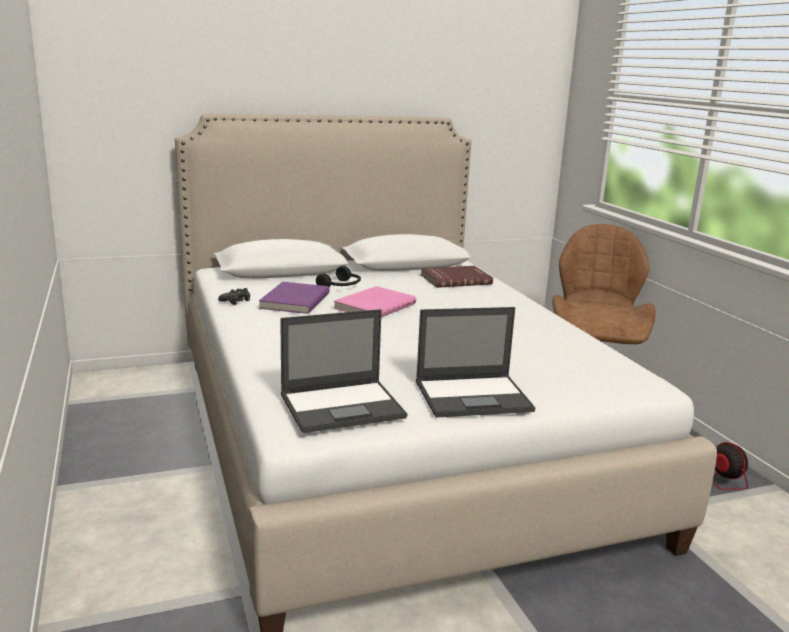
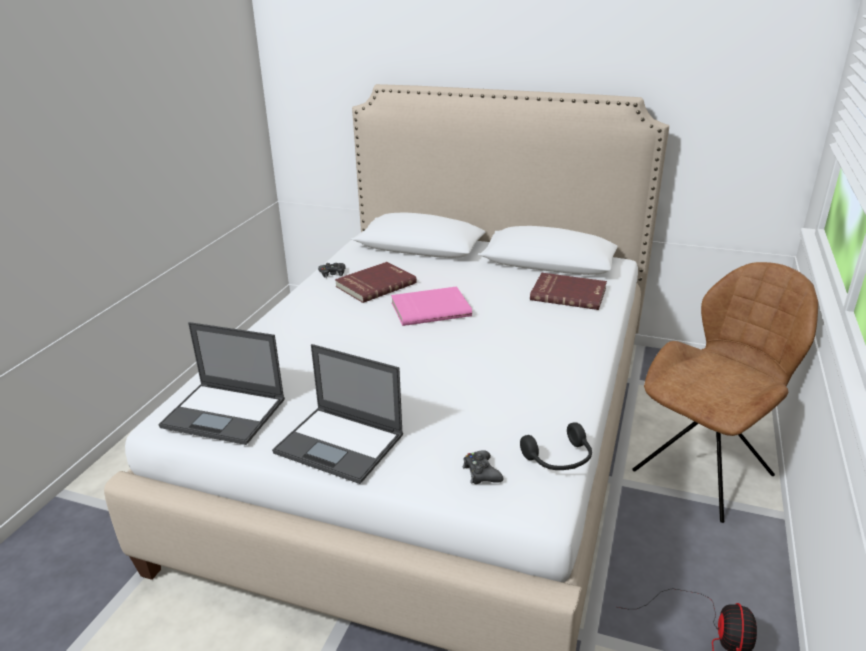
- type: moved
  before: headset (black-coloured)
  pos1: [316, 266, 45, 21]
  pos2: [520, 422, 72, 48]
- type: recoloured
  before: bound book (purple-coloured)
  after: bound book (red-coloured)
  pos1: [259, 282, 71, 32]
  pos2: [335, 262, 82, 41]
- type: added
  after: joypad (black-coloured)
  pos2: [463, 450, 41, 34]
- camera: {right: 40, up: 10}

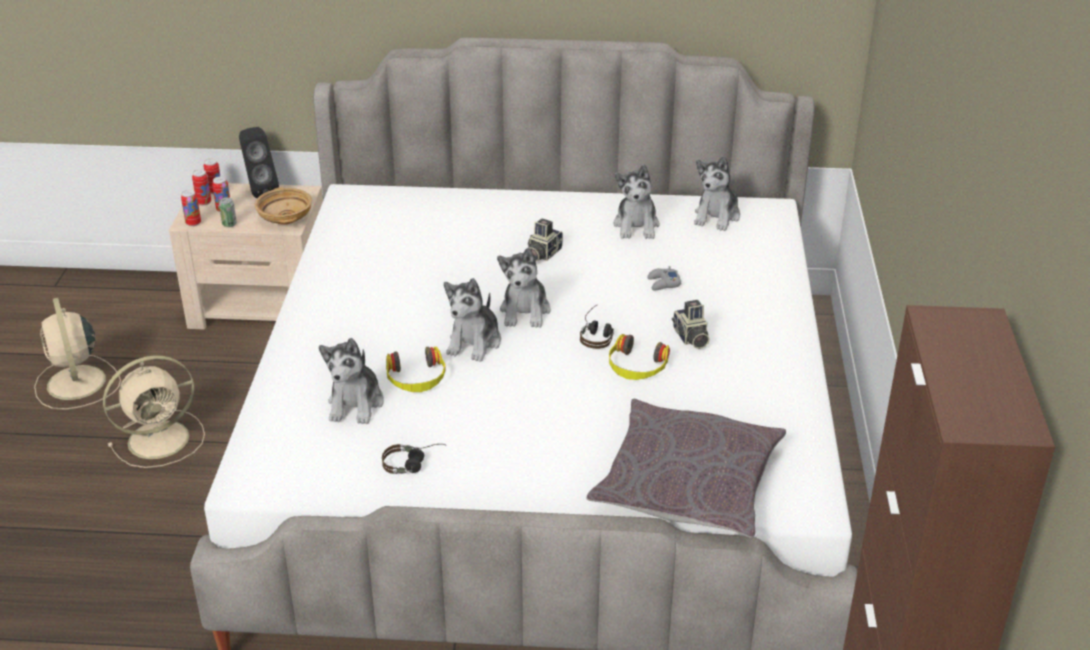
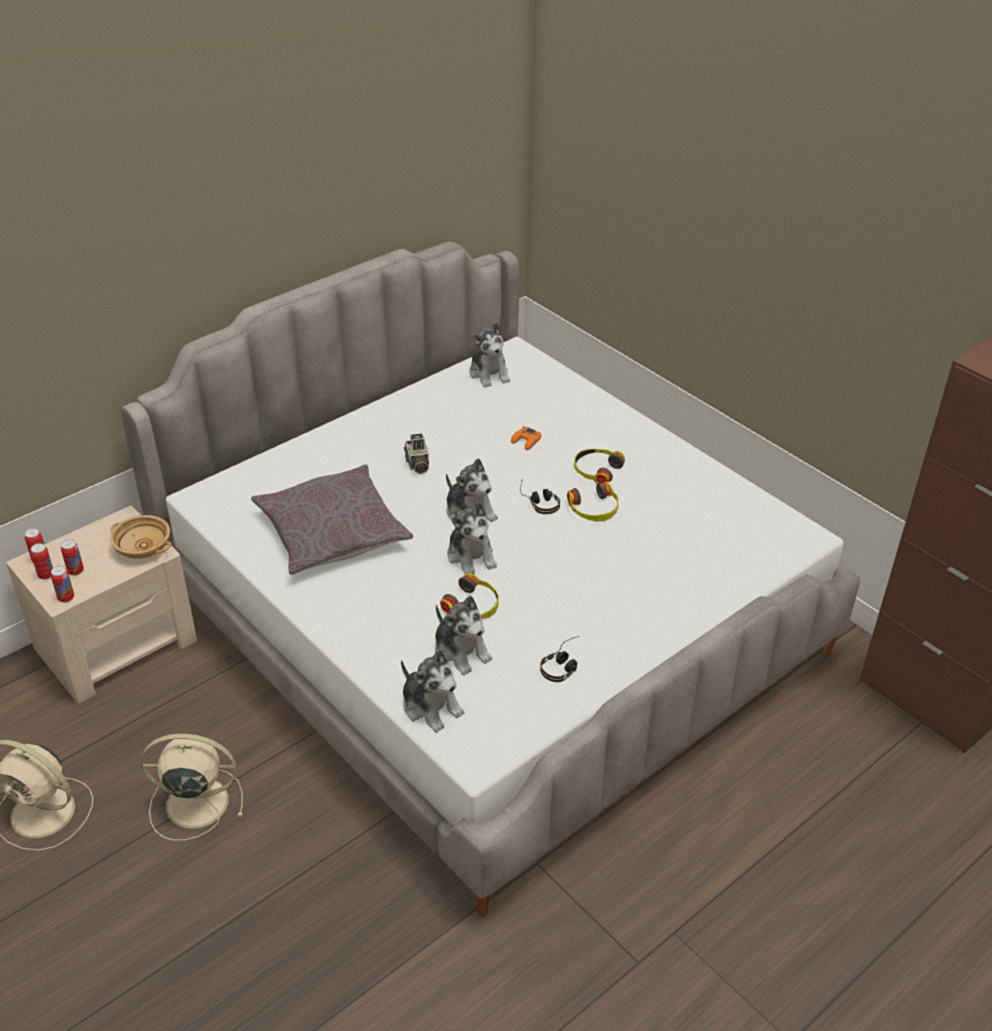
- type: removed
  before: audio speaker (black-coloured)
  pos1: [239, 127, 40, 71]
- type: moved
  before: plush toy
  pos1: [613, 165, 47, 74]
  pos2: [401, 650, 64, 83]
- type: removed
  before: can
  pos1: [219, 197, 18, 30]
- type: recoloured
  before: joypad (greyish)
  after: joypad (orangey)
  pos1: [647, 266, 35, 25]
  pos2: [511, 426, 31, 24]
- type: replaced
  before: still camera
  after: headset
  pos1: [672, 300, 38, 49]
  pos2: [574, 449, 51, 34]
- type: turned
  before: fan (beige)
  pos1: [103, 356, 102, 112]
  pos2: [141, 733, 102, 108]
  turn: -105
- type: moved
  before: pillow (greyish)
  pos1: [587, 399, 199, 139]
  pos2: [251, 464, 162, 111]
- camera: {right: -45, up: 5}

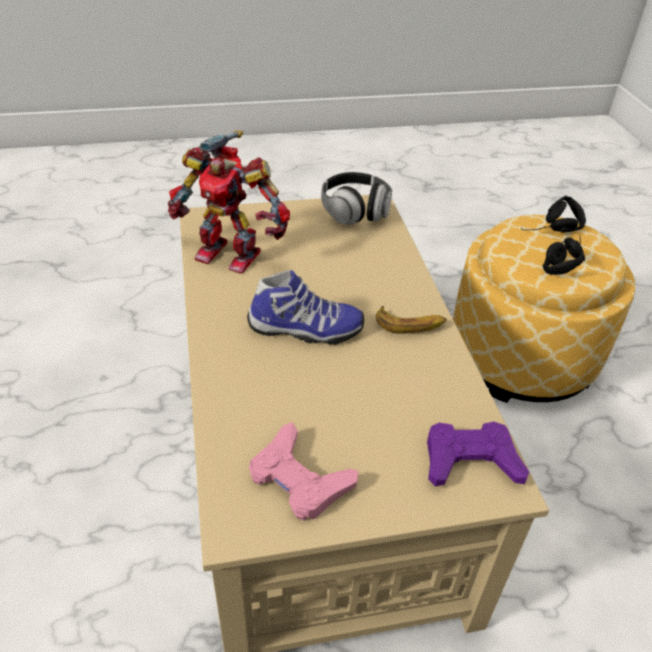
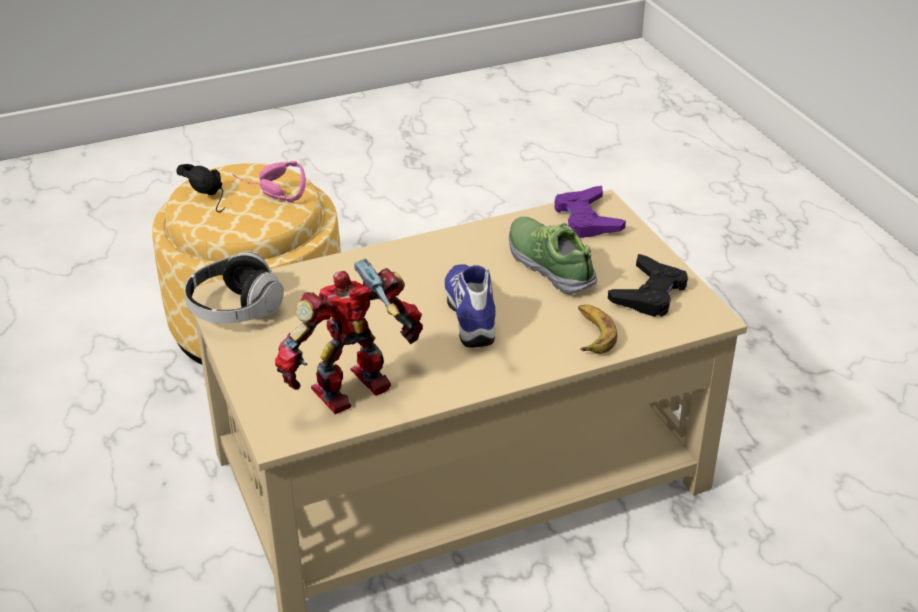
- type: turned
  before: robot figure
  pos1: [168, 130, 122, 144]
  pos2: [275, 258, 148, 156]
  turn: -135
- type: recoloured
  before: headset (black-coloured)
  after: headset (pinkish)
  pos1: [543, 235, 42, 40]
  pos2: [232, 161, 74, 42]
- type: moved
  before: banana fruit
  pos1: [376, 306, 71, 28]
  pos2: [578, 305, 39, 49]
- type: recoloured
  before: joypad (pinkish)
  after: joypad (black-coloured)
  pos1: [249, 422, 109, 99]
  pos2: [608, 254, 80, 63]
- type: added
  after: item of footwear
  pos2: [509, 217, 89, 78]
- camera: {right: -100, up: -5}

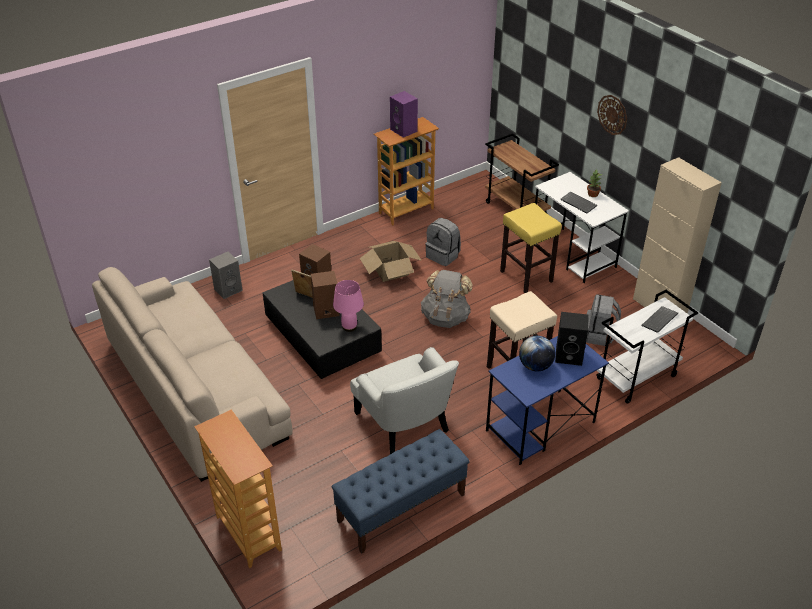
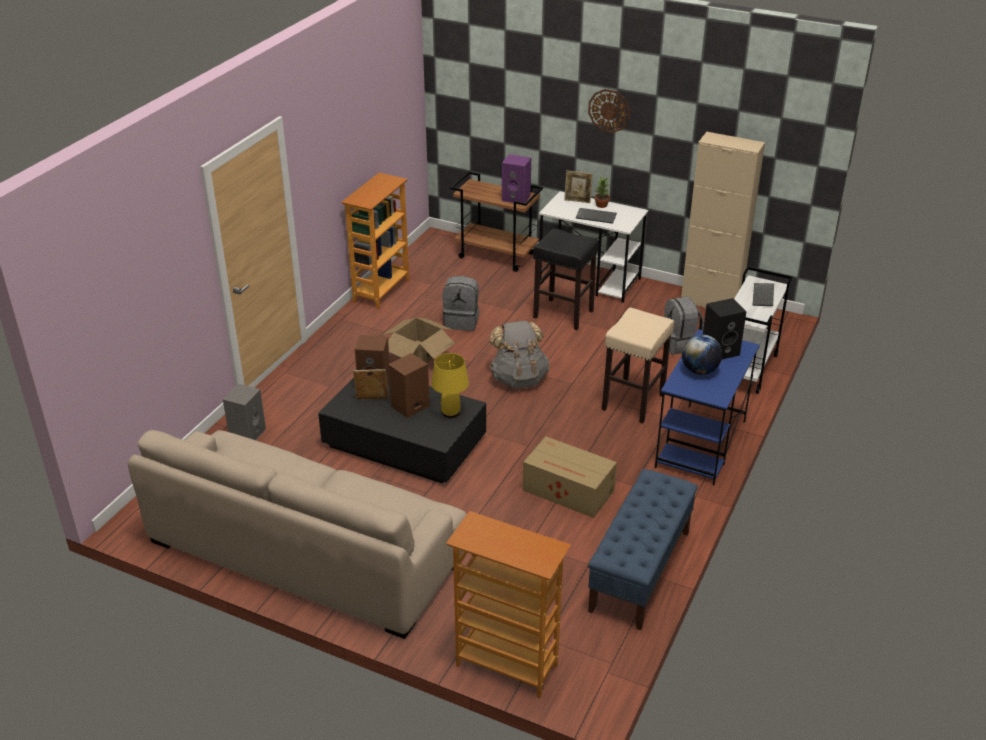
- type: moved
  before: audio speaker (purple-coloured)
  pos1: [390, 91, 28, 47]
  pos2: [502, 154, 29, 49]
- type: recoloured
  before: sitting stool (yellowish)
  after: sitting stool (black-coloured)
  pos1: [500, 203, 62, 90]
  pos2: [533, 228, 66, 102]
- type: recoloured
  before: tabletop lamp (pinkish)
  after: tabletop lamp (yellowish)
  pos1: [333, 280, 31, 52]
  pos2: [431, 353, 38, 65]
- type: replaced
  before: lounge chair (white)
  after: cardboard box
  pos1: [350, 347, 109, 107]
  pos2: [522, 436, 95, 82]
- type: added
  after: standing frame
  pos2: [564, 170, 29, 33]
- camera: {right: -30, up: -5}

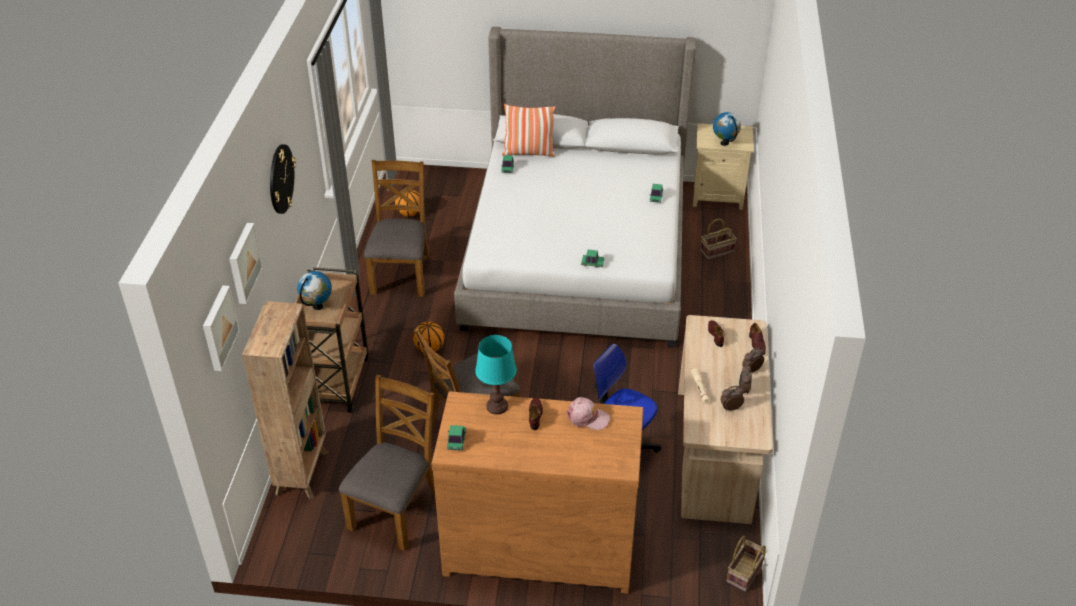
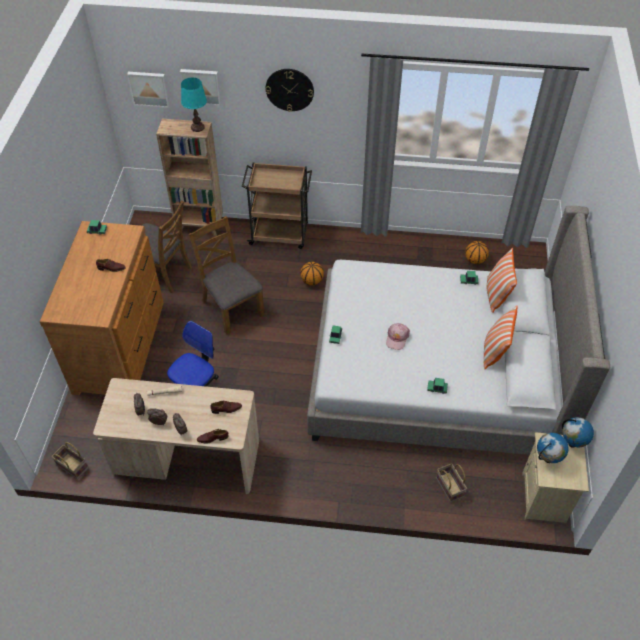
- type: removed
  before: upright chair (brown)
  pos1: [364, 160, 66, 137]
- type: moved
  before: world globe
  pos1: [297, 271, 35, 39]
  pos2: [562, 417, 32, 31]
- type: moved
  before: tabletop lamp (turquoise)
  pos1: [475, 335, 42, 80]
  pos2: [181, 77, 26, 55]
- type: moved
  before: cap (pinkish)
  pos1: [567, 397, 43, 33]
  pos2: [386, 323, 24, 27]
- type: added
  after: pillow
  pos2: [484, 306, 34, 63]
- camera: {right: 90, up: 10}

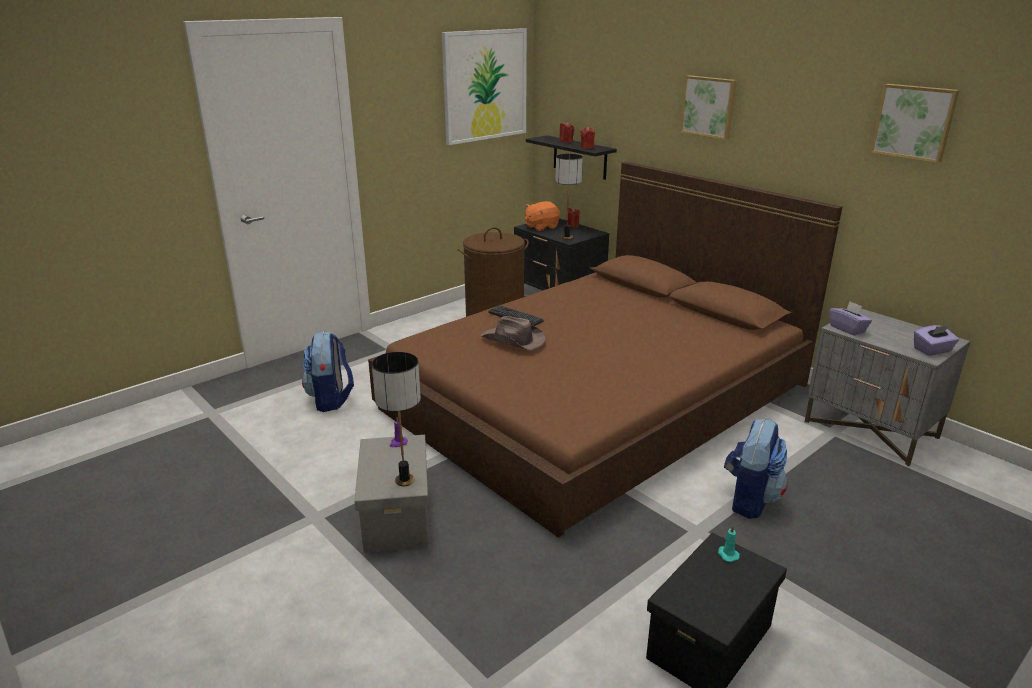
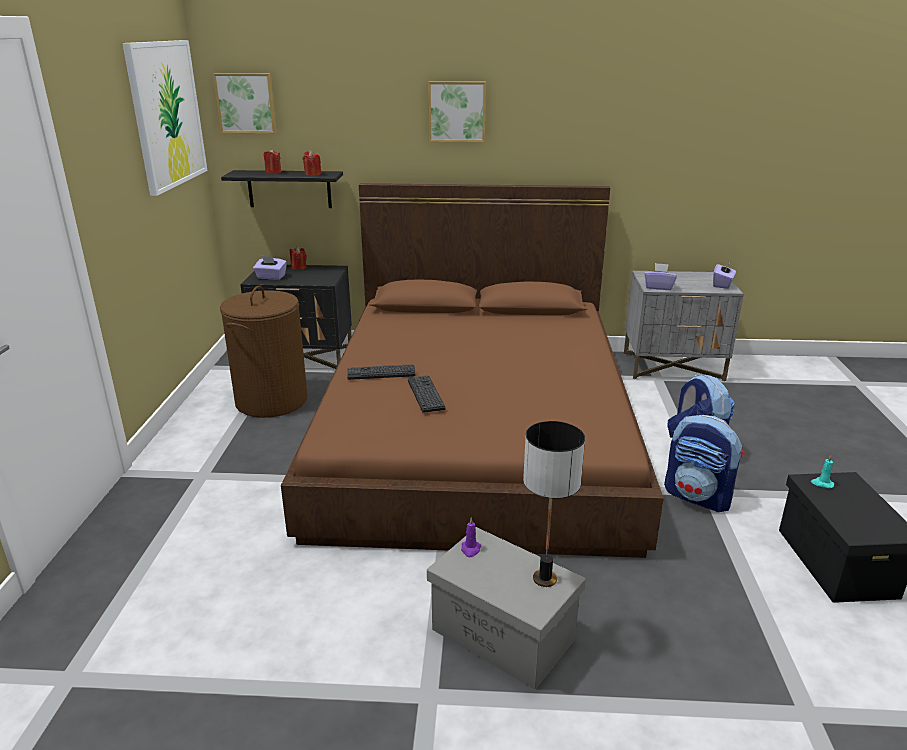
- type: moved
  before: wall picture
  pos1: [870, 84, 89, 79]
  pos2: [213, 73, 64, 60]
- type: removed
  before: tabletop lamp
  pos1: [555, 154, 28, 85]
- type: replaced
  before: plush toy (orangey)
  after: box of tissues (purple-coloured)
  pos1: [525, 201, 35, 30]
  pos2: [253, 256, 34, 24]
- type: replaced
  before: wearable hat (brown)
  after: keyboard
  pos1: [481, 316, 65, 34]
  pos2: [408, 375, 37, 38]
- type: moved
  before: knapsack
  pos1: [302, 331, 52, 81]
  pos2: [664, 415, 81, 97]
- camera: {right: -45, up: 0}

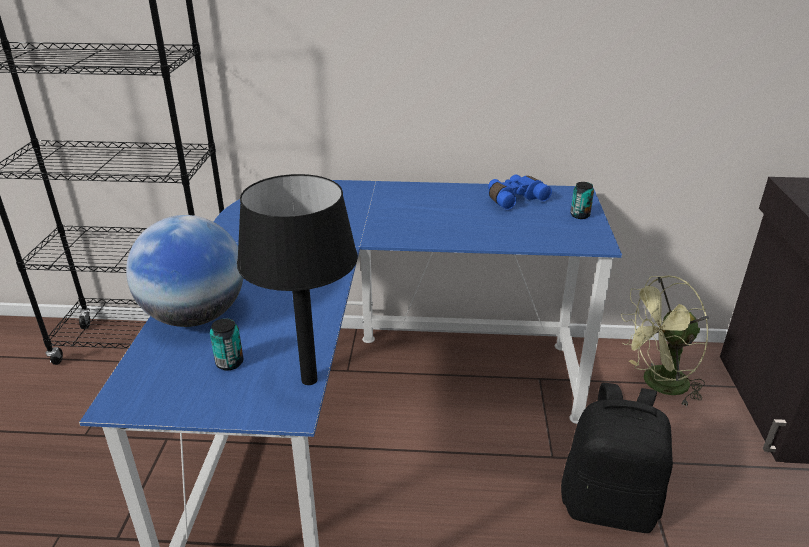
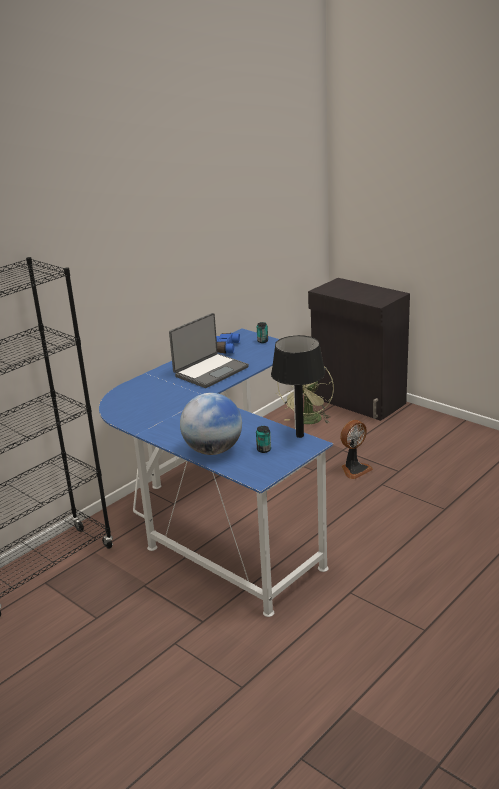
- type: replaced
  before: knapsack (black-coloured)
  after: fan
  pos1: [561, 383, 112, 150]
  pos2: [340, 420, 33, 59]
- type: added
  after: notebook computer
  pos2: [169, 313, 80, 75]
- camera: {right: -50, up: -5}

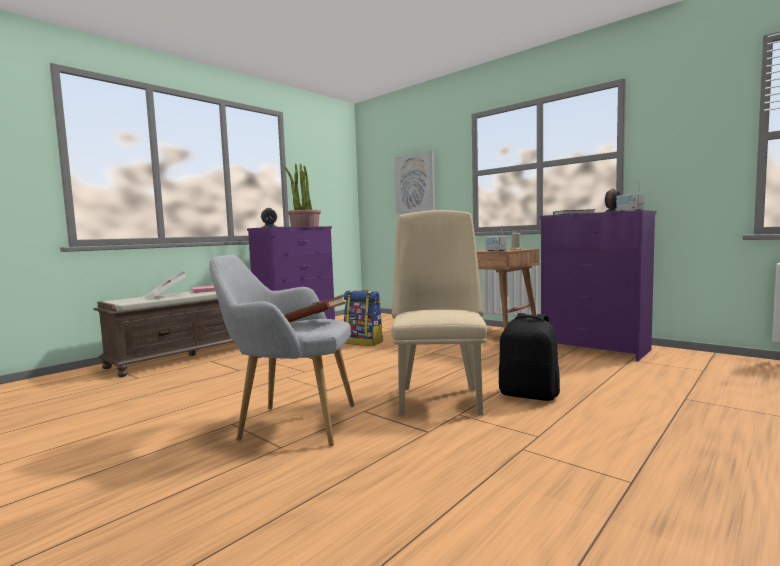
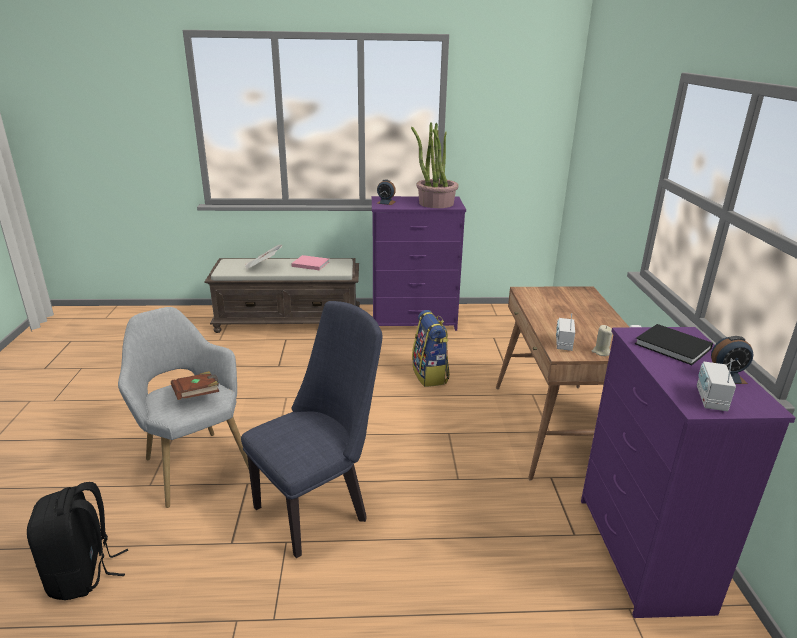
- type: removed
  before: wall picture
  pos1: [395, 151, 40, 62]
- type: recoloured
  before: upright chair (beige)
  after: upright chair (bluish)
  pos1: [391, 210, 96, 205]
  pos2: [241, 301, 141, 257]
- type: moved
  before: knapsack (black-coloured)
  pos1: [499, 313, 61, 88]
  pos2: [27, 482, 101, 118]
- camera: {right: 45, up: 20}

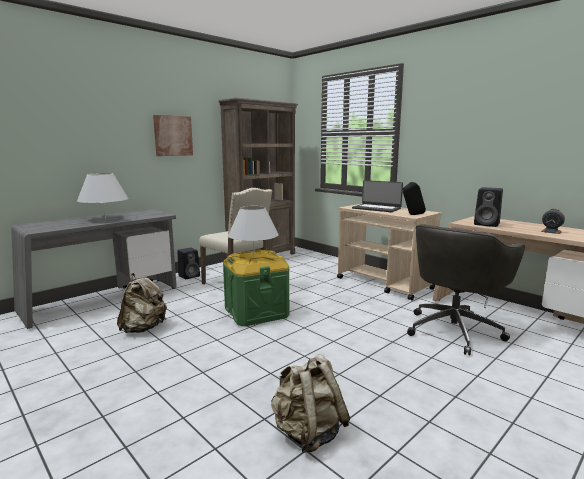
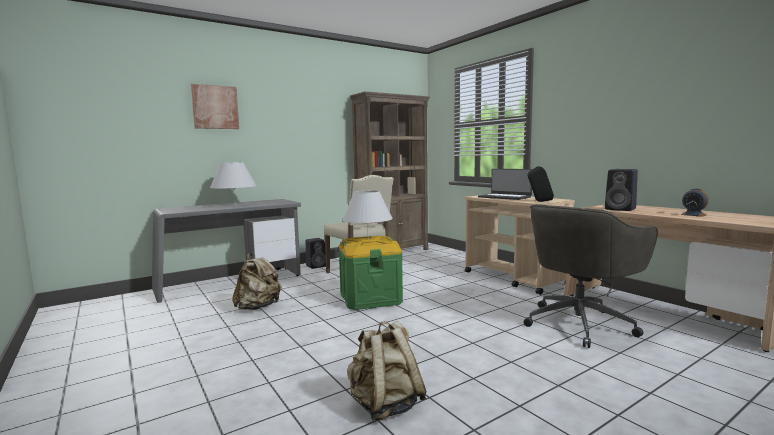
- type: moved
  before: wall picture
  pos1: [153, 115, 40, 41]
  pos2: [191, 84, 48, 45]
- camera: {right: 10, up: -5}

